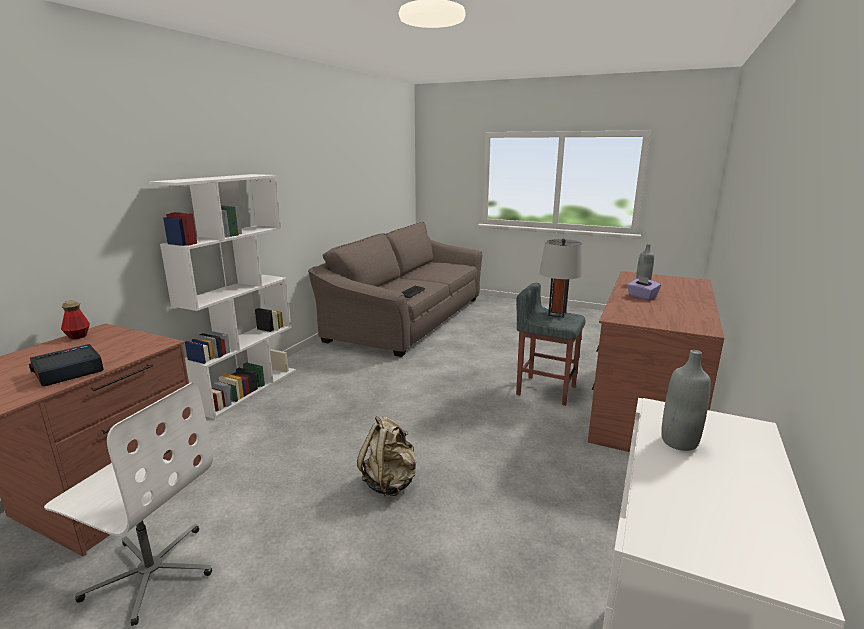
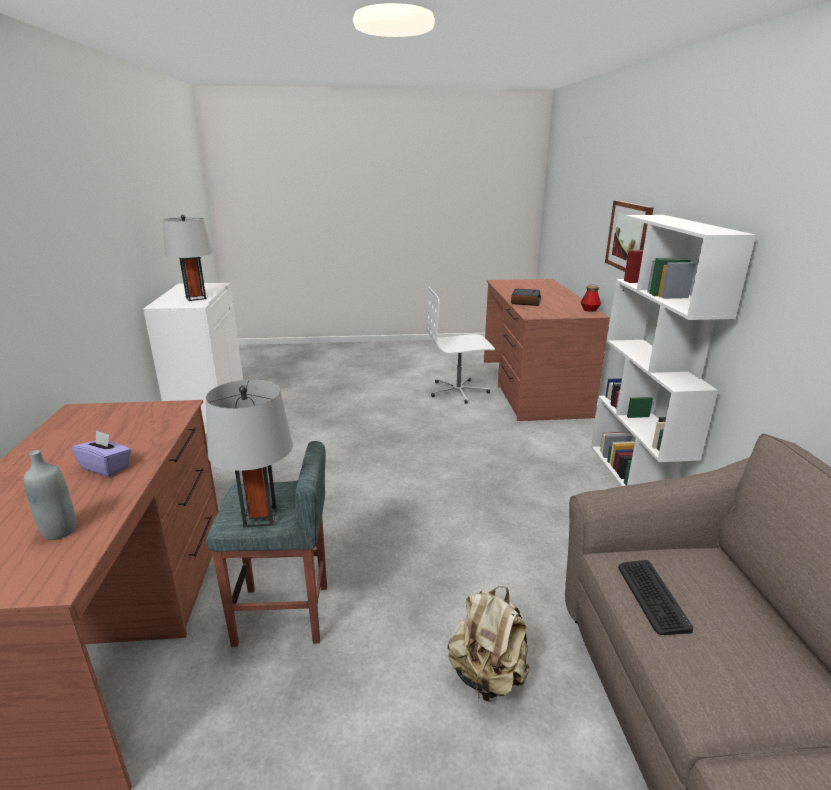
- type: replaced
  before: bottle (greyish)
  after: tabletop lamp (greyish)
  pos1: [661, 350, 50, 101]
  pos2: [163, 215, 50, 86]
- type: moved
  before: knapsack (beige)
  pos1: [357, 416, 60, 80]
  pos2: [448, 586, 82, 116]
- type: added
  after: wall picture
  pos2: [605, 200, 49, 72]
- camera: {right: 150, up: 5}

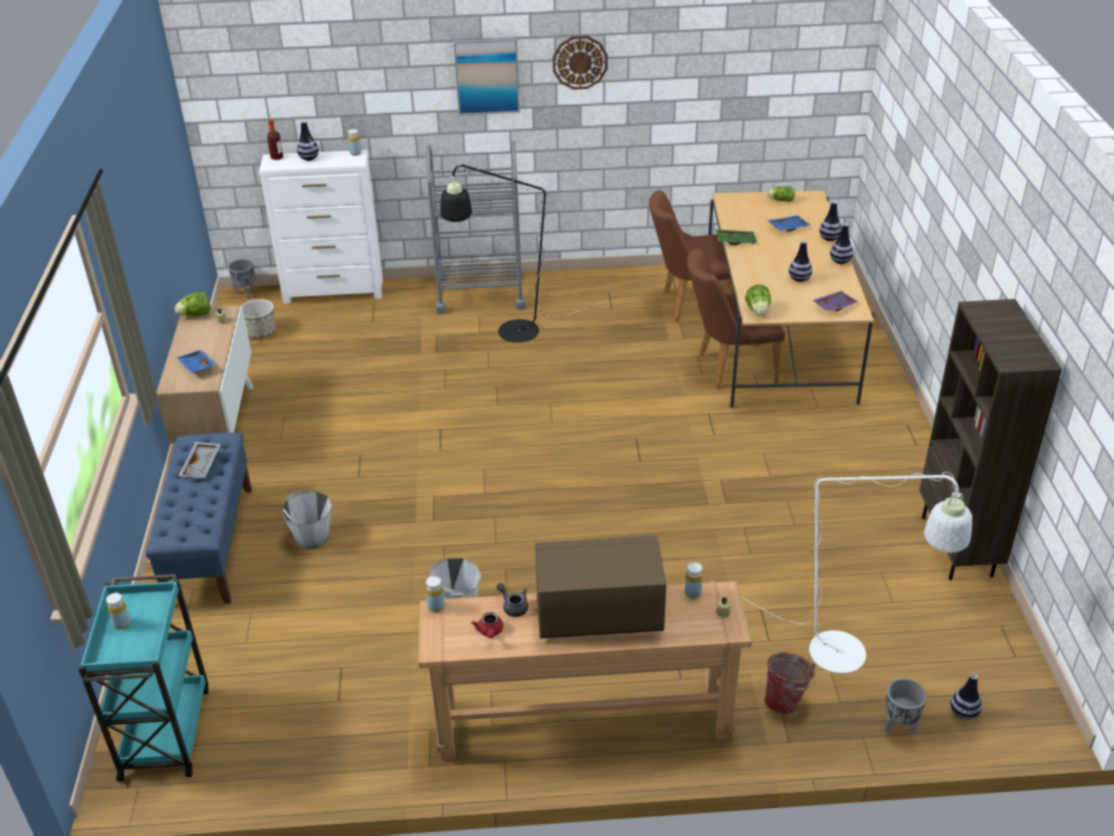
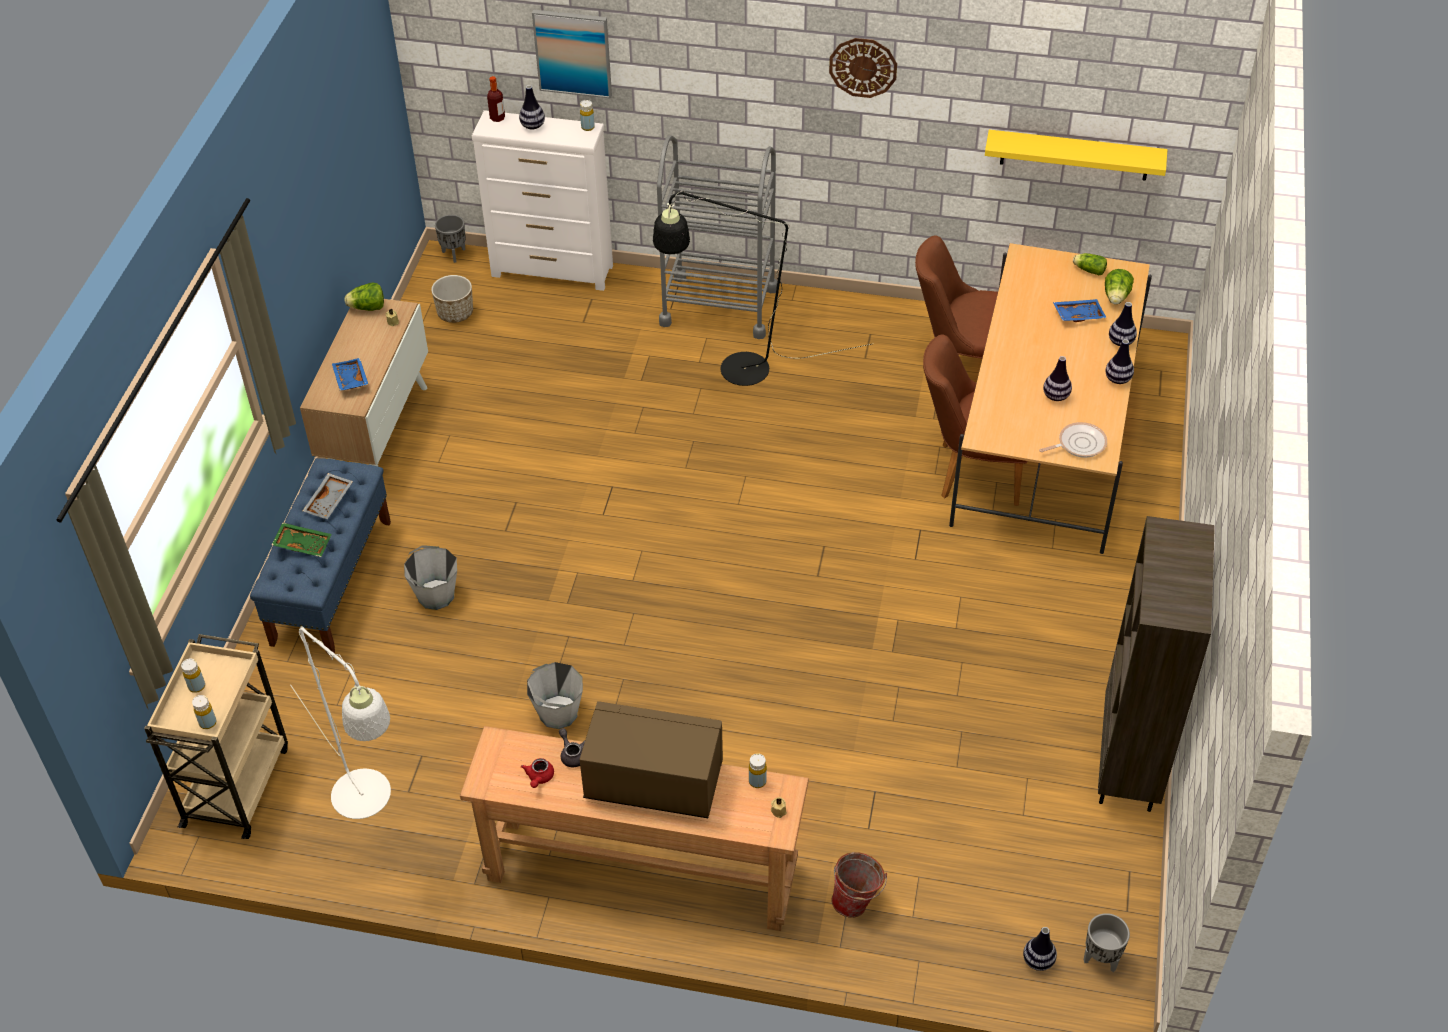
- type: moved
  before: wall picture
  pos1: [454, 38, 66, 77]
  pos2: [532, 10, 80, 89]
- type: moved
  before: serving tray (green-coloured)
  pos1: [715, 229, 42, 16]
  pos2: [272, 522, 60, 35]
- type: moved
  before: lettuce head
  pos1: [745, 284, 26, 31]
  pos2: [1105, 269, 29, 35]
- type: replaced
  before: serving tray (purple-coloured)
  after: pan
  pos1: [812, 291, 47, 21]
  pos2: [1039, 422, 68, 36]
- type: moved
  before: standard lamp (white)
  pos1: [712, 472, 260, 201]
  pos2: [291, 626, 100, 193]
- type: recoloured
  before: wheeled cart (turquoise)
  after: wheeled cart (beige)
  pos1: [78, 574, 131, 208]
  pos2: [144, 634, 144, 205]
- type: moved
  before: bottle (yellowish)
  pos1: [426, 576, 19, 36]
  pos2: [192, 695, 24, 34]
- type: moved
  before: plant pot (greyish)
  pos1: [885, 678, 42, 57]
  pos2: [1084, 913, 46, 59]
- type: added
  after: shelf (yellowish)
  pos2: [985, 130, 182, 51]
- camera: {right: 15, up: 10}

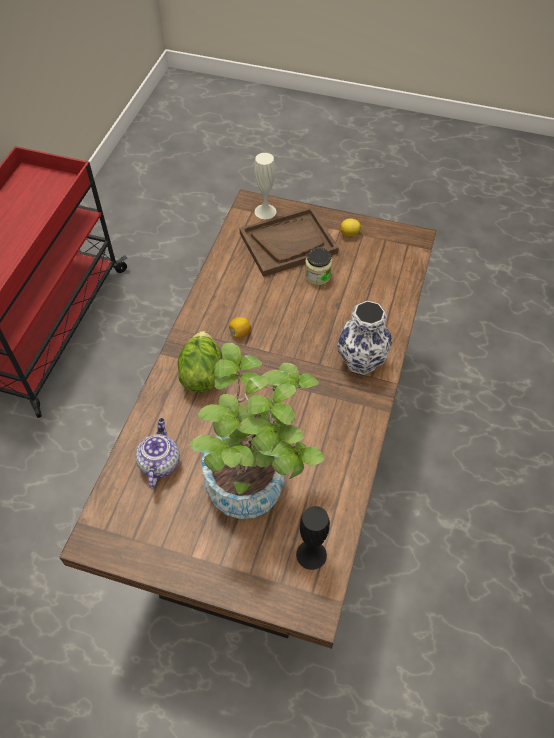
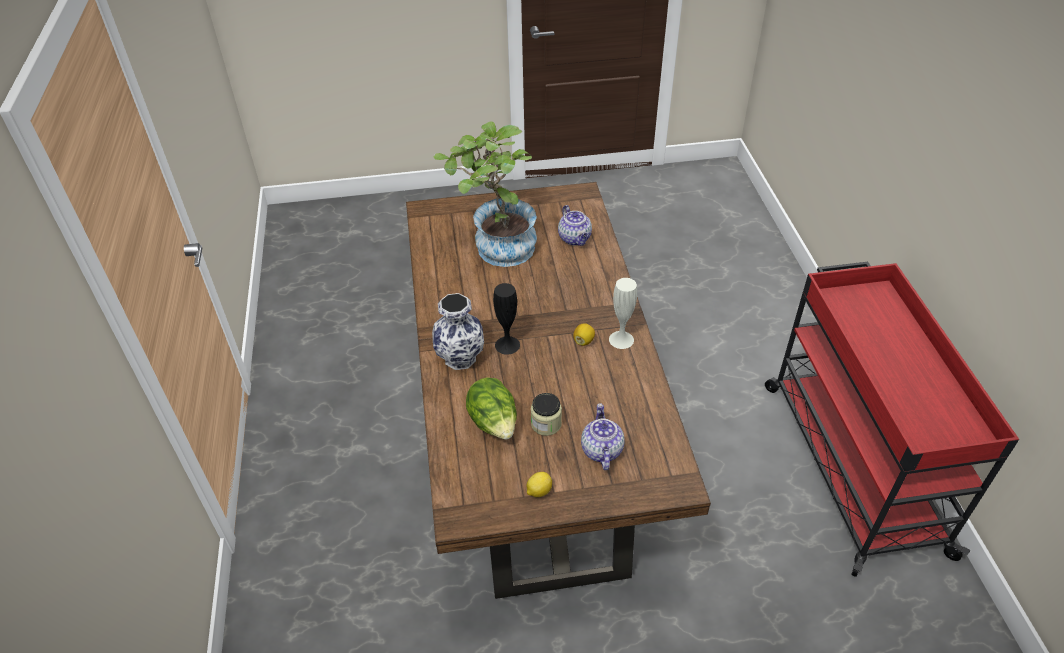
- type: moved
  before: flower vase (white)
  pos1: [254, 153, 23, 66]
  pos2: [609, 278, 28, 71]
- type: replaced
  before: serving tray (brown)
  after: tea pot
  pos1: [239, 207, 100, 70]
  pos2: [581, 403, 44, 67]
- type: moved
  before: lettuce head
  pos1: [178, 331, 44, 62]
  pos2: [466, 377, 51, 63]
- type: moved
  before: flower vase (black-coloured)
  pos1: [296, 506, 34, 64]
  pos2: [493, 283, 27, 72]
- camera: {right: 155, up: -10}

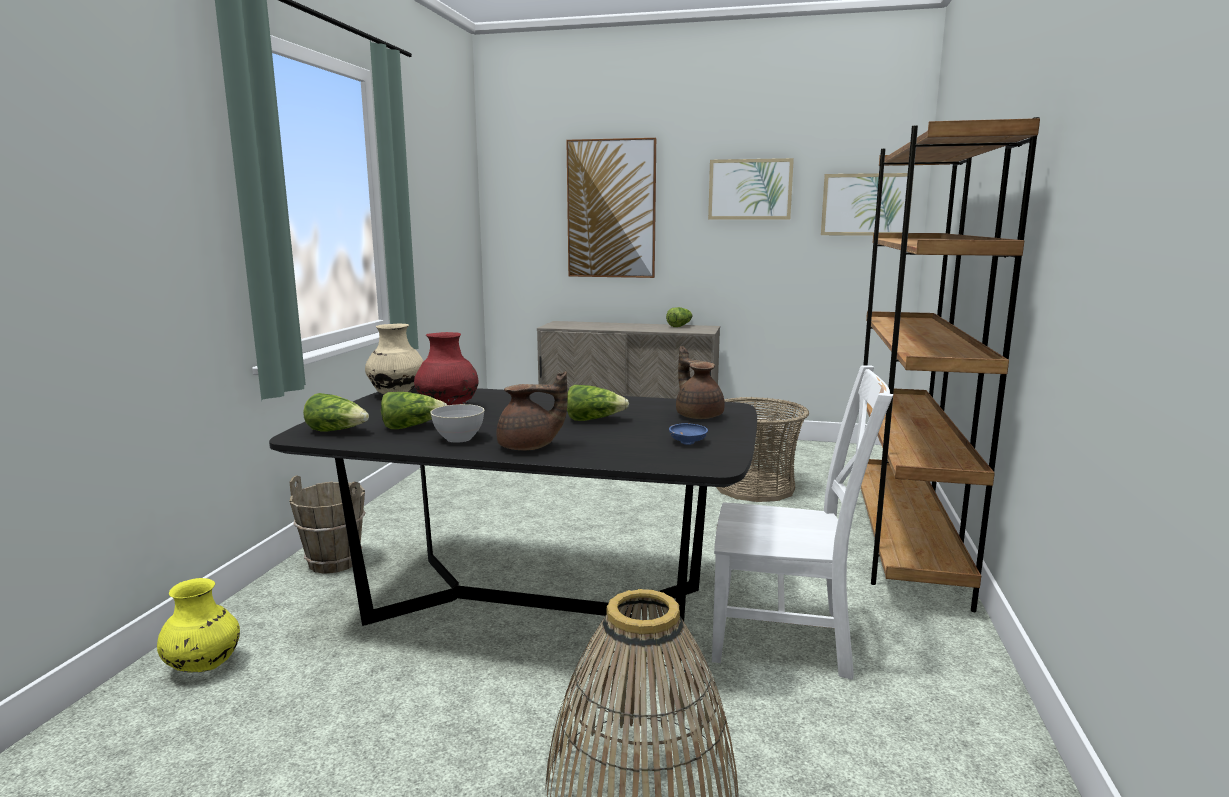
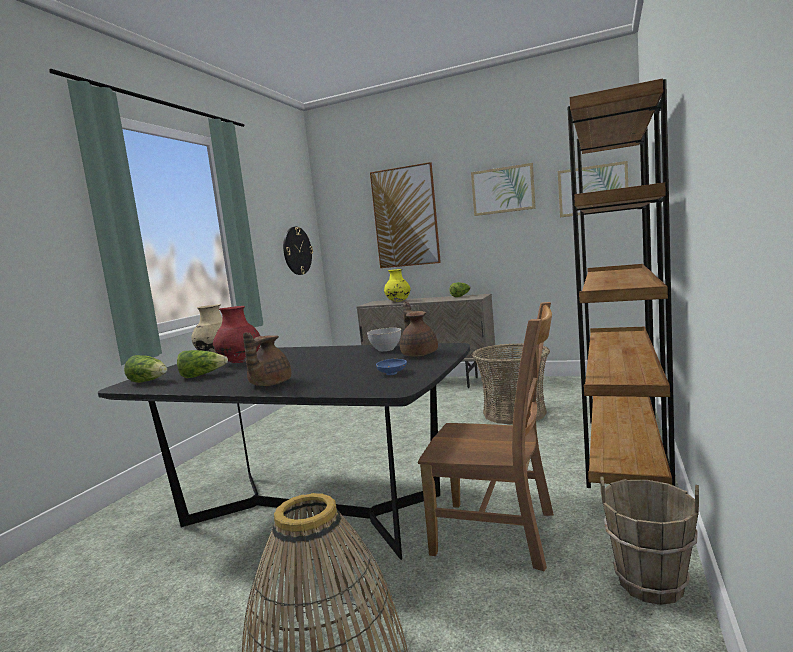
- type: recoloured
  before: upright chair (white)
  after: upright chair (brown)
  pos1: [712, 365, 182, 315]
  pos2: [418, 302, 136, 269]
- type: turned
  before: tea pot (brown)
  pos1: [497, 371, 70, 79]
  pos2: [243, 332, 48, 54]
  turn: 105
- type: removed
  before: lettuce head
  pos1: [567, 385, 62, 36]
- type: moved
  before: serving bowl (greyish)
  pos1: [430, 404, 55, 39]
  pos2: [367, 328, 34, 23]
- type: moved
  before: water bucket (brown)
  pos1: [289, 476, 77, 98]
  pos2: [600, 476, 99, 129]
- type: moved
  before: flower vase (yellowish)
  pos1: [157, 578, 83, 94]
  pos2: [384, 269, 26, 33]
- type: added
  after: hanging clock
  pos2: [283, 227, 30, 48]
- camera: {right: 10, up: -5}

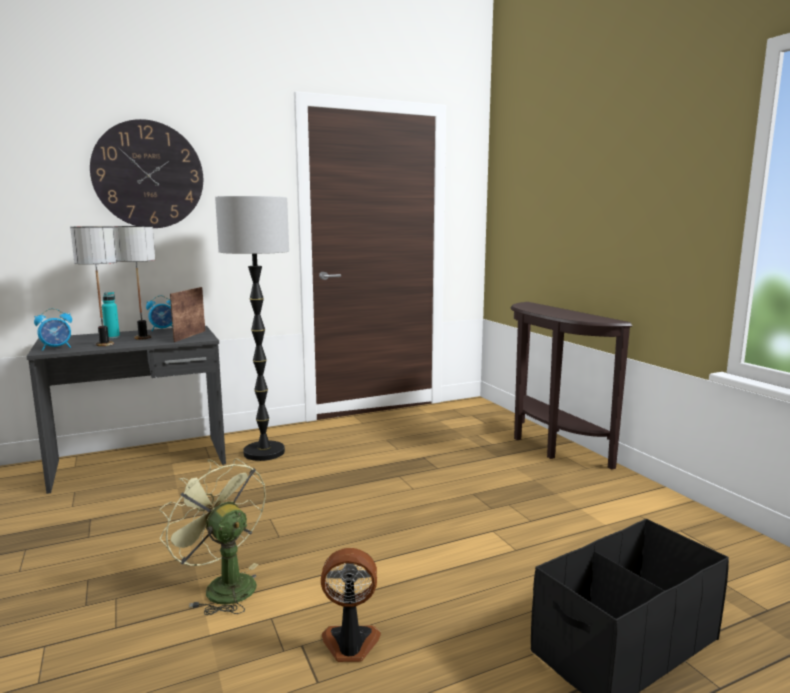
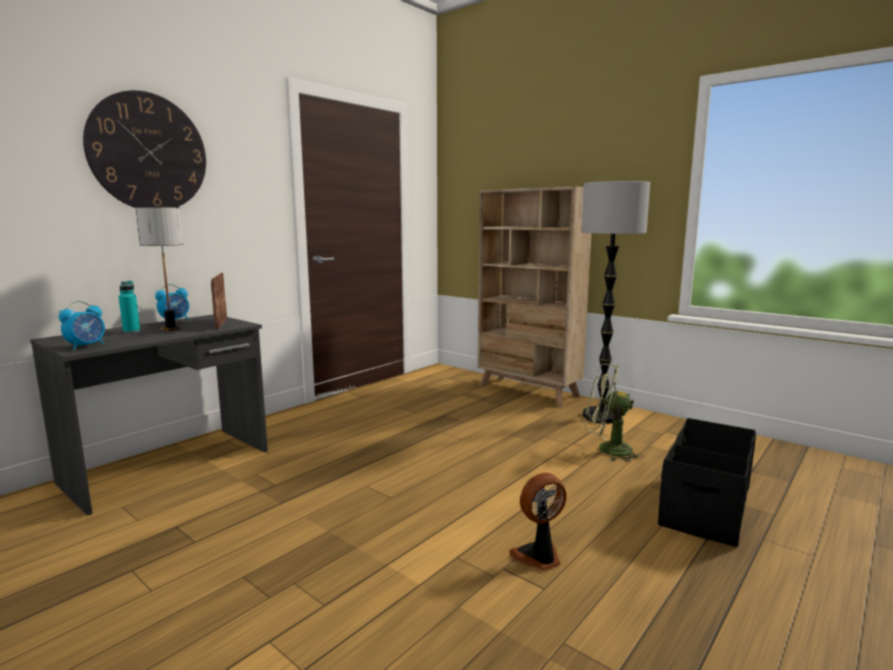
- type: moved
  before: standard lamp
  pos1: [215, 196, 74, 265]
  pos2: [581, 181, 69, 243]
- type: removed
  before: tabletop lamp
  pos1: [70, 226, 47, 120]
- type: replaced
  before: narrow table (brown)
  after: bookcase (beige)
  pos1: [511, 302, 121, 167]
  pos2: [477, 186, 115, 221]
- type: moved
  before: fan (green-coloured)
  pos1: [159, 458, 107, 157]
  pos2: [585, 363, 59, 99]
- camera: {right: -25, up: 0}

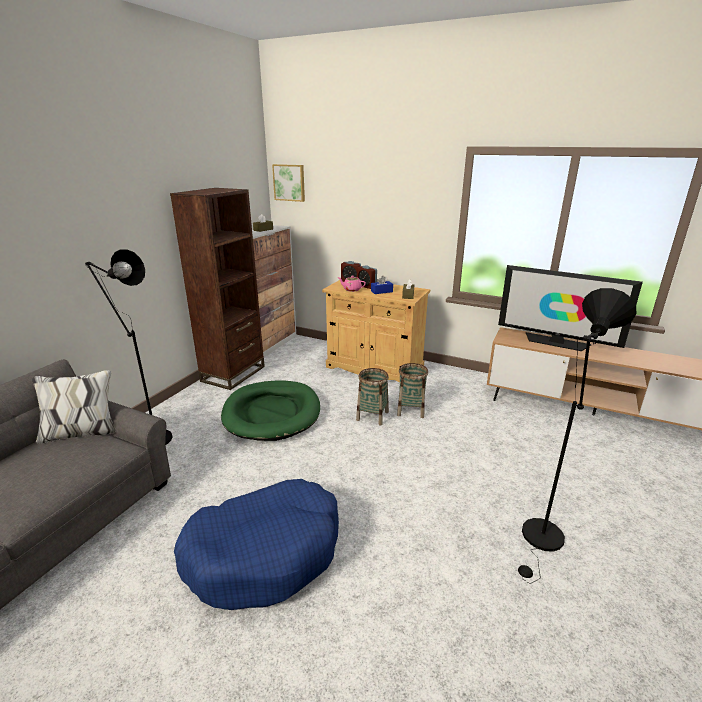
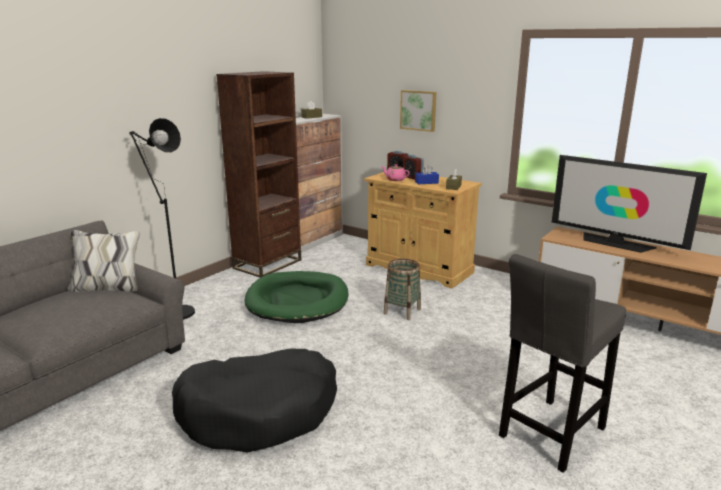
- type: moved
  before: wall picture
  pos1: [272, 164, 33, 38]
  pos2: [400, 90, 36, 42]
- type: replaced
  before: standard lamp (black-coloured)
  after: sitting stool (greyish)
  pos1: [518, 288, 118, 296]
  pos2: [499, 254, 127, 219]
- type: removed
  before: storage basket
  pos1: [397, 363, 31, 55]
- type: recoloured
  before: dog bed (bluish)
  after: dog bed (black-coloured)
  pos1: [174, 479, 165, 131]
  pos2: [172, 349, 165, 104]
- camera: {right: 10, up: -5}

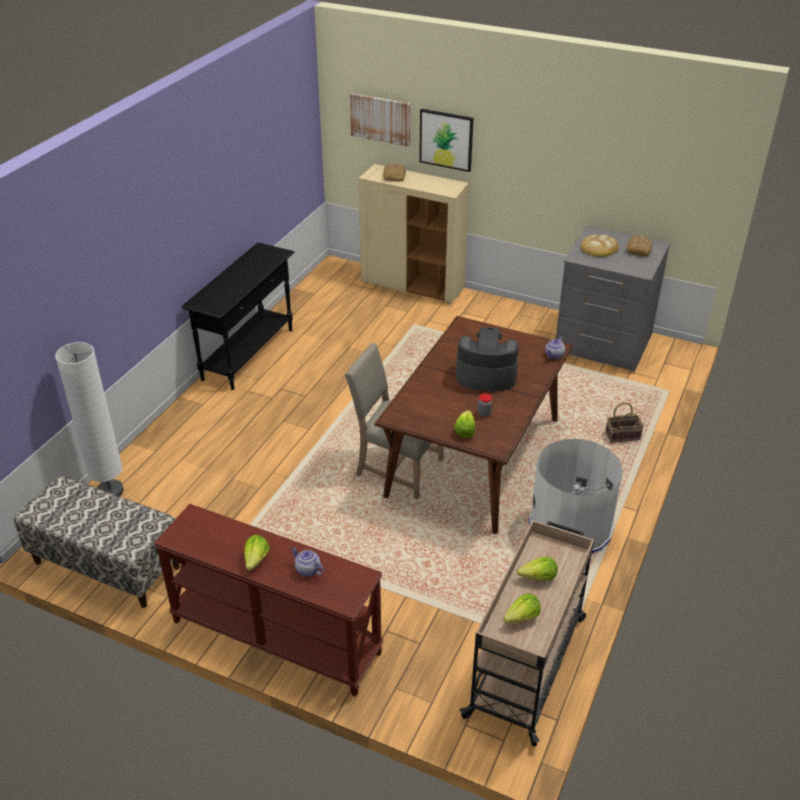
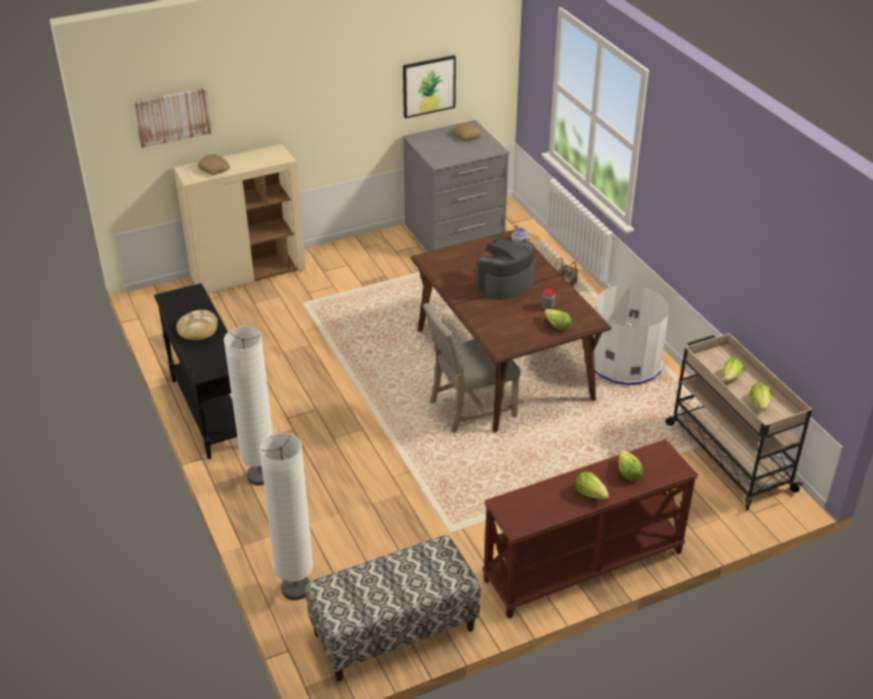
- type: moved
  before: wall picture
  pos1: [419, 109, 55, 63]
  pos2: [403, 55, 53, 64]
- type: moved
  before: baked bread
  pos1: [581, 235, 38, 22]
  pos2: [176, 310, 42, 30]
- type: replaced
  before: tea pot
  after: lettuce head
  pos1: [291, 547, 33, 30]
  pos2: [619, 450, 24, 31]
- type: added
  after: standard lamp (white)
  pos2: [224, 327, 49, 158]
- camera: {right: -50, up: 0}

